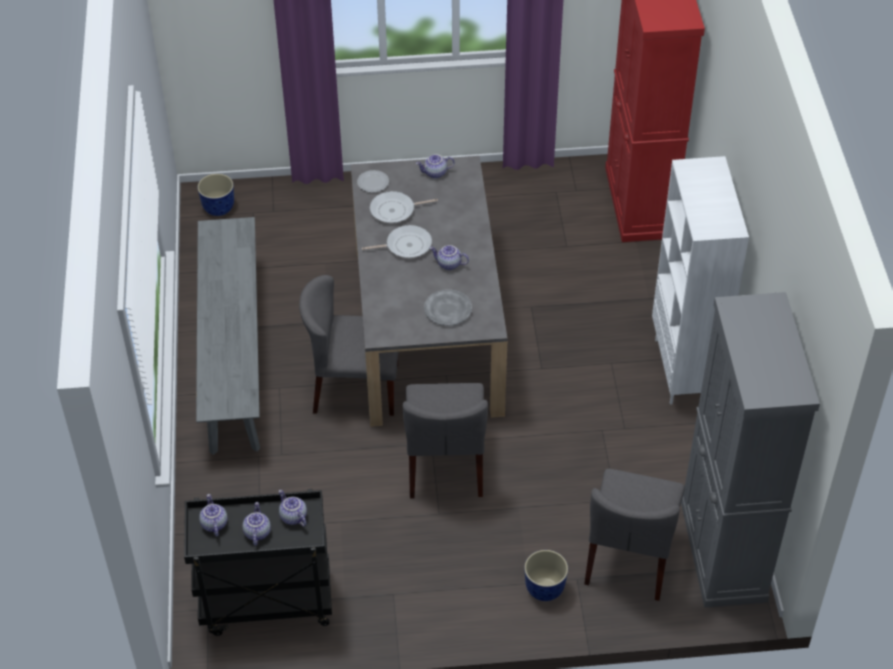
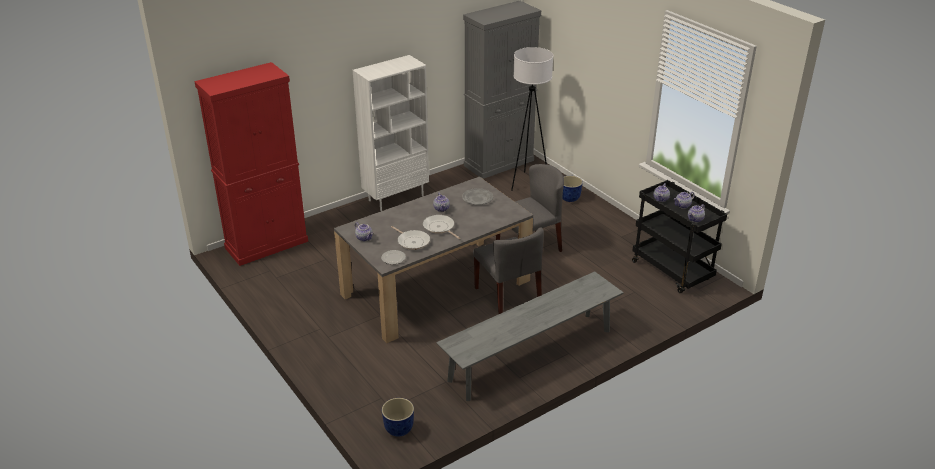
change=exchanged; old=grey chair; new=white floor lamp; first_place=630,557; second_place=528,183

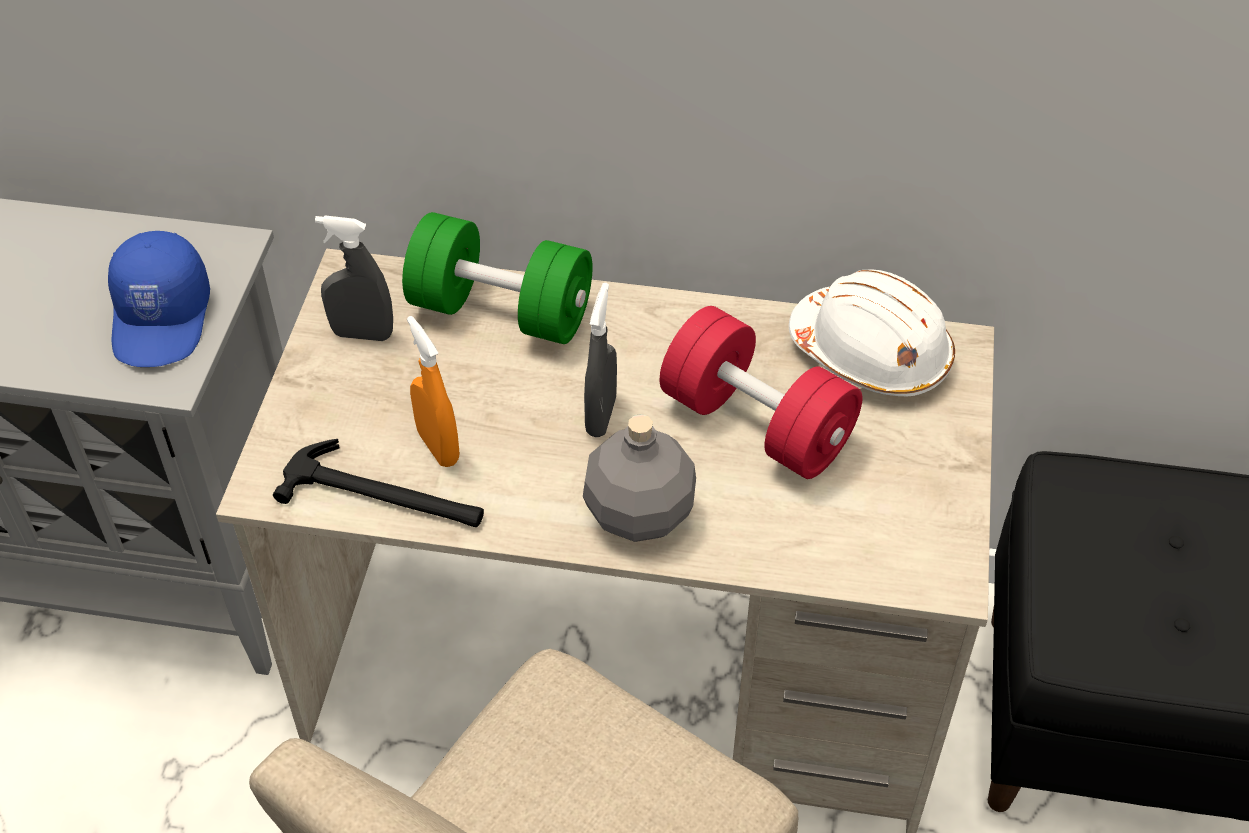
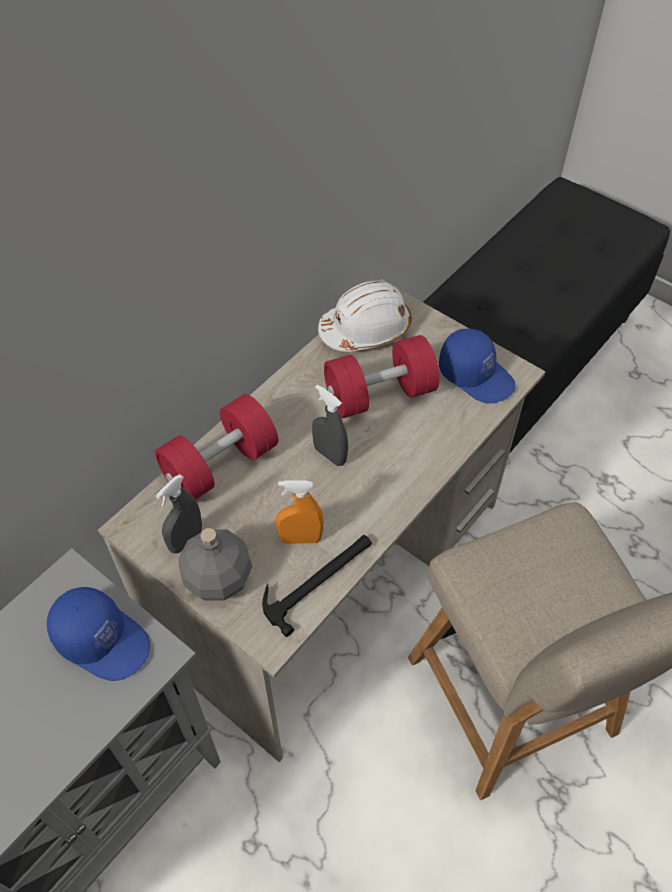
change=colour; old=green dumbbell; new=red dumbbell; first_place=501,311; second_place=220,465
change=relocated; old=grey bottle; first_place=638,514; second_place=218,579
change=appeared; new=blue cap; second_place=476,375

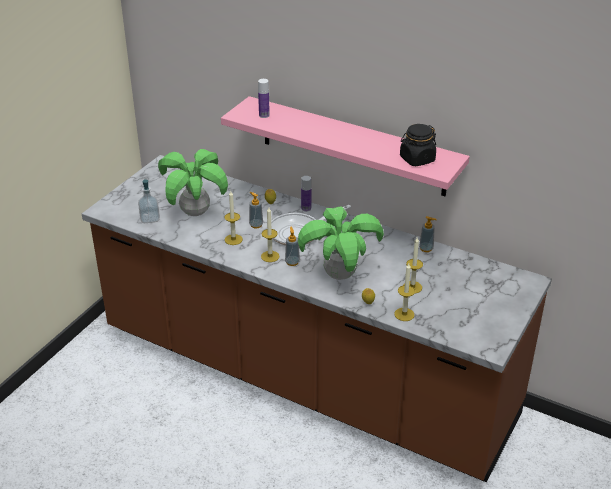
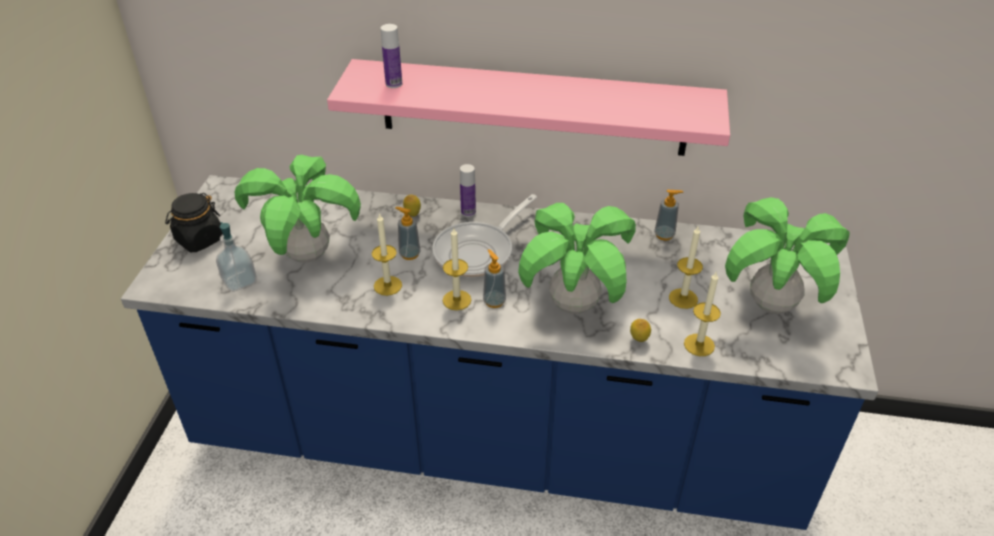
change=relocated; old=black jar; first_place=417,159; second_place=199,239
change=colour; old=brown counter; new=blue counter; first_place=305,375; second_place=497,438
change=appeared; new=potted plant; second_place=772,305

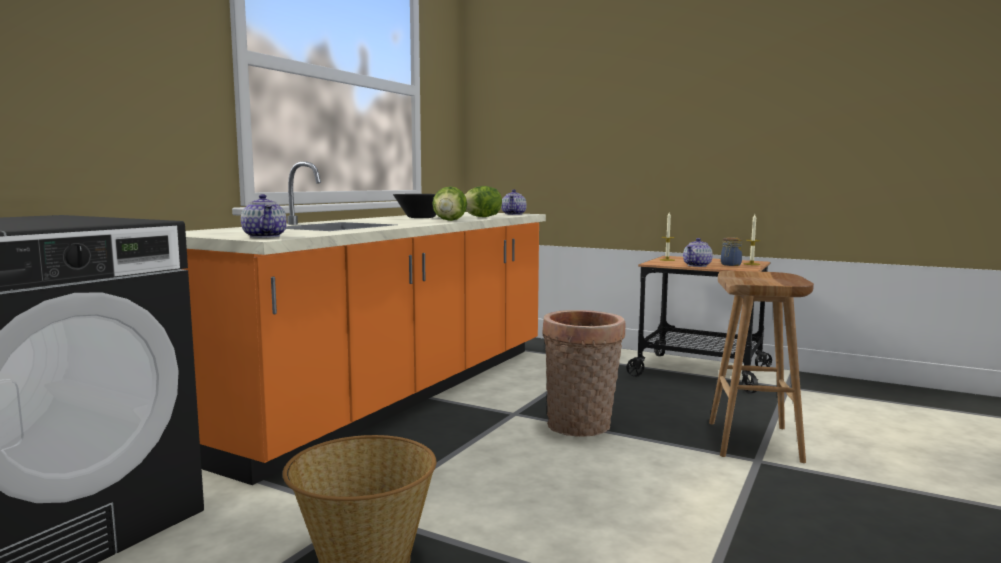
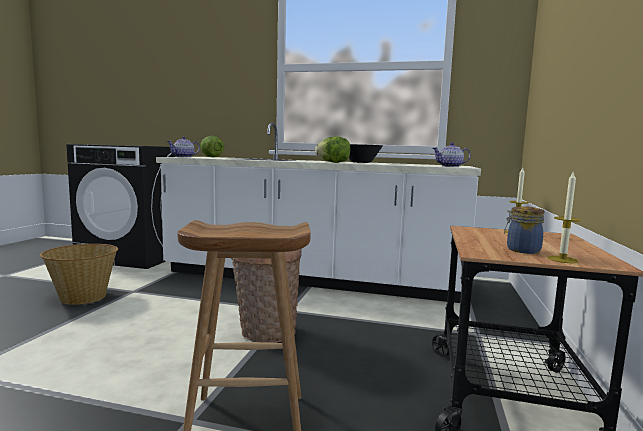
change=colour; old=orange counter; new=white counter; first_place=396,393; second_place=312,278
change=relocated; old=lettuce; first_place=481,217; second_place=211,157
change=missing; old=teapot; first_place=697,265

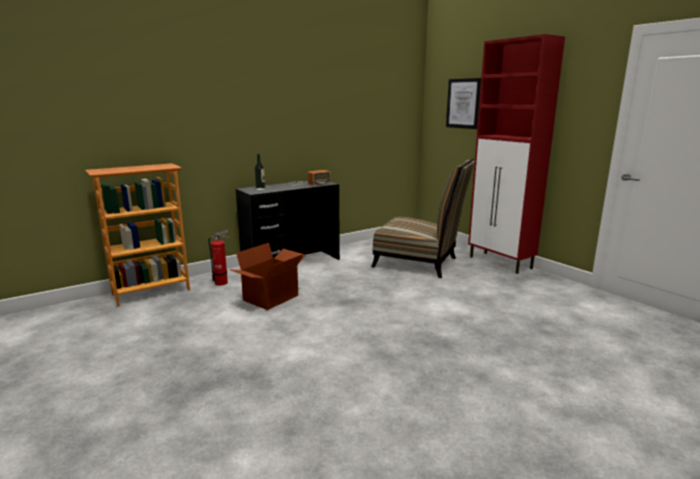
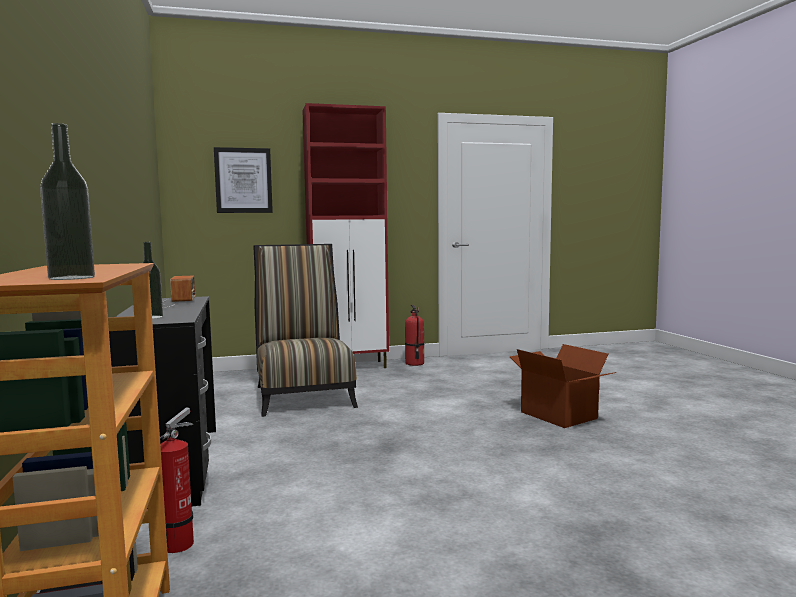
change=spun; old=chair; first_place=420,263; second_place=304,394; degrees=-60
change=relocated; old=cardboard box; first_place=271,298; second_place=559,415
change=appeared; new=bottle; second_place=71,278
change=appeared; new=fire extinguisher; second_place=414,363

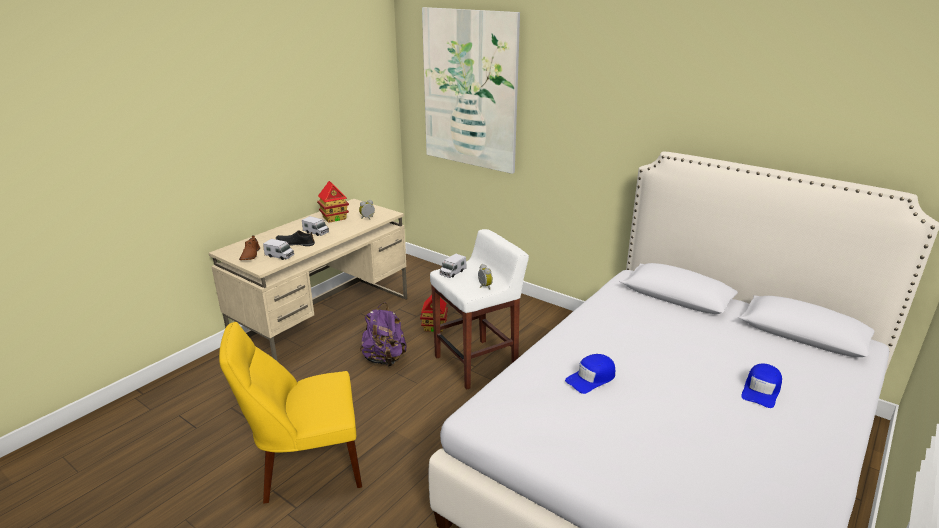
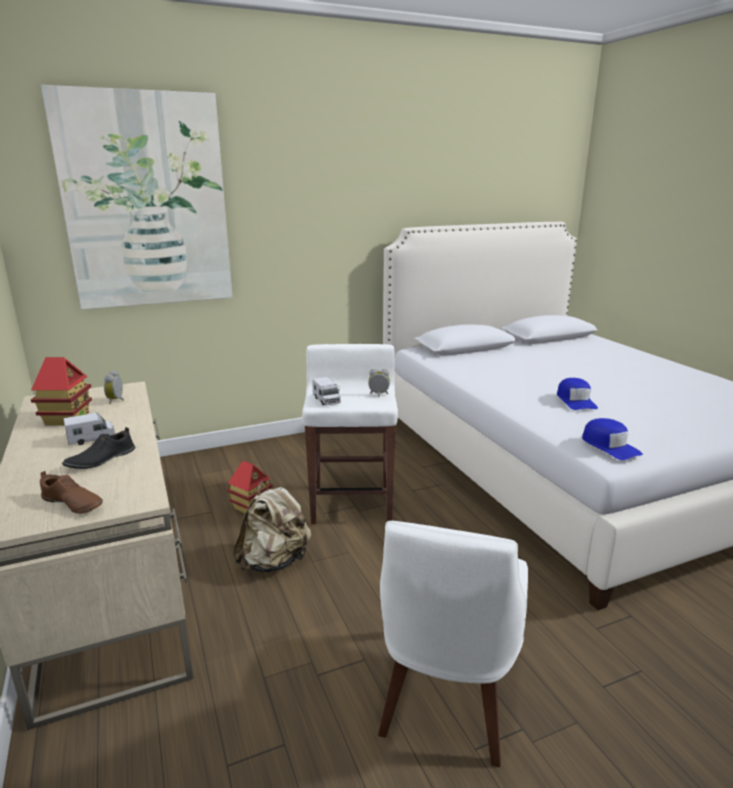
change=missing; old=toy truck; first_place=279,256
change=colour; old=purple backpack; new=beige backpack; first_place=384,359; second_place=274,562
change=colour; old=yellow chair; new=white chair; first_place=306,467; second_place=446,697
change=relocated; old=blue cap; first_place=761,390; second_place=609,446

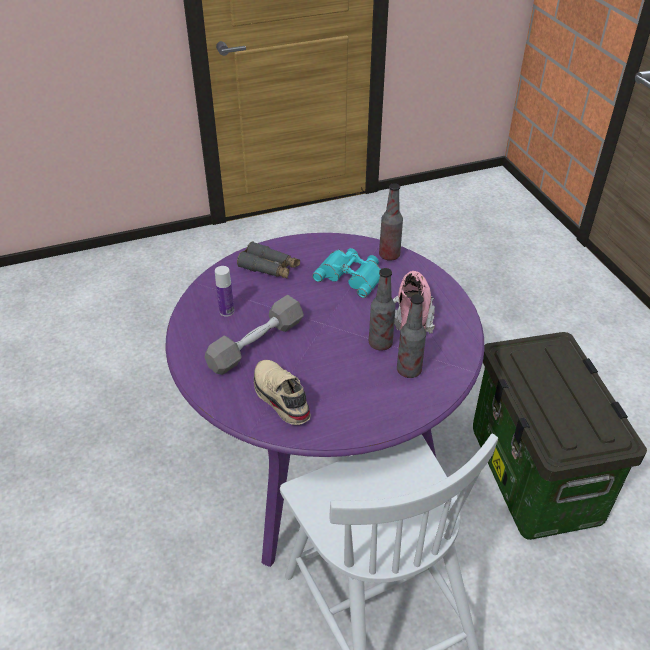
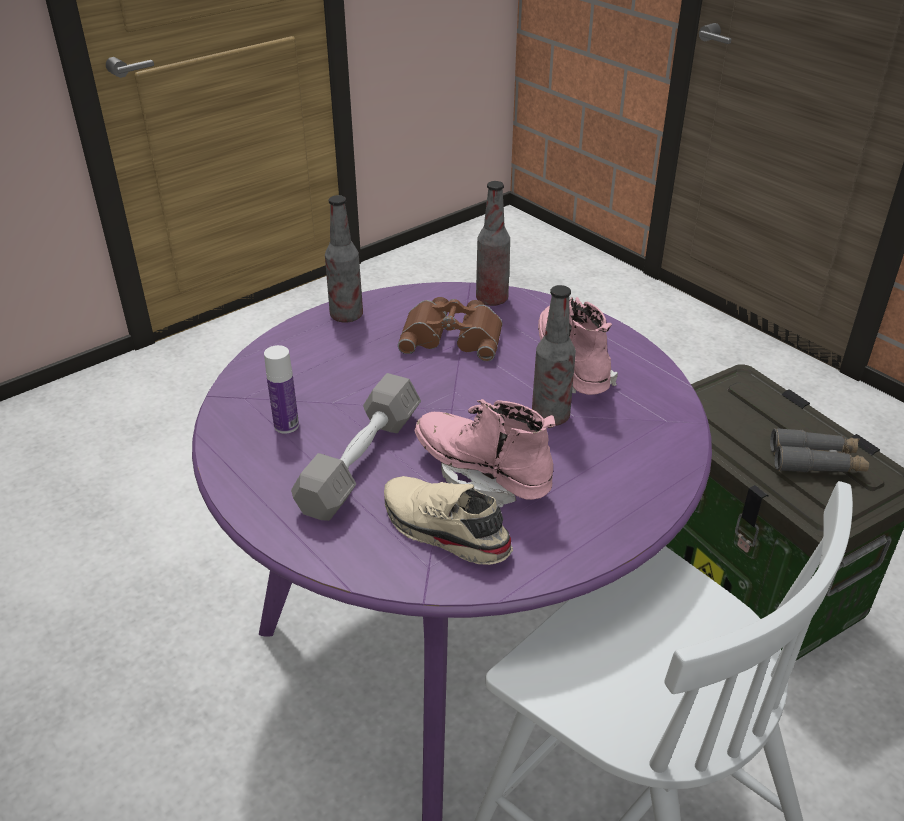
change=relocated; old=grey binoculars; first_place=269,267; second_place=816,461
change=colour; old=turquoise binoculars; new=brown binoculars; first_place=351,275; second_place=453,336
change=relocated; old=bottle; first_place=409,370; second_place=346,316
change=appeared; new=pink boot; second_place=482,475

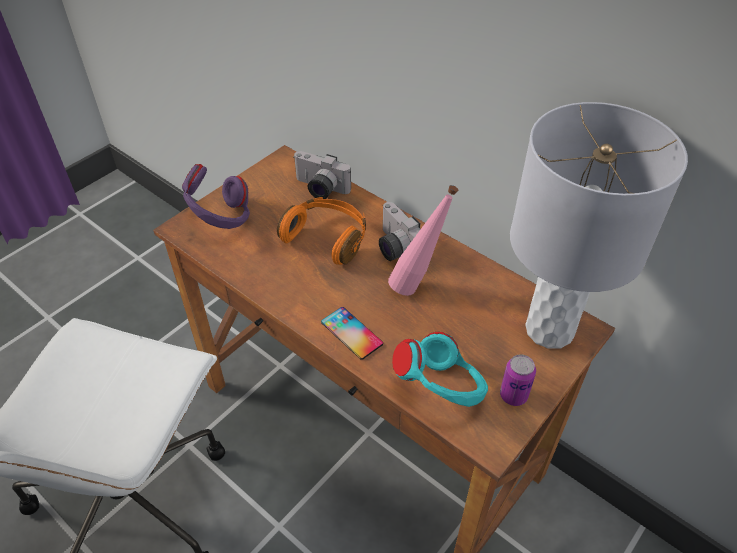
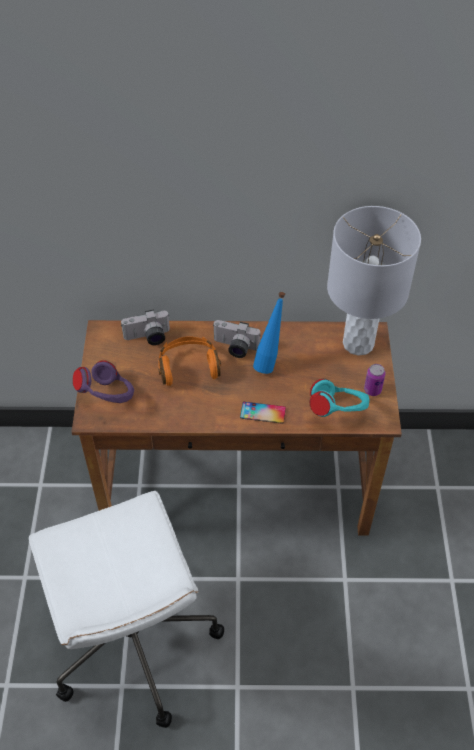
change=colour; old=pink bottle; new=blue bottle; first_place=418,284; second_place=269,361

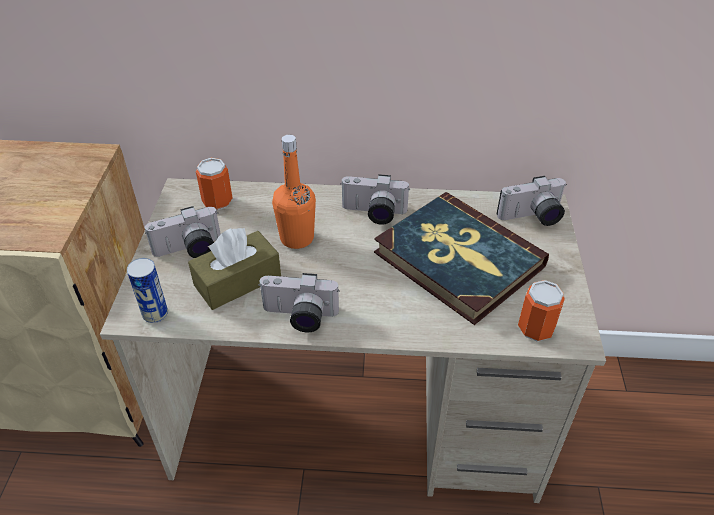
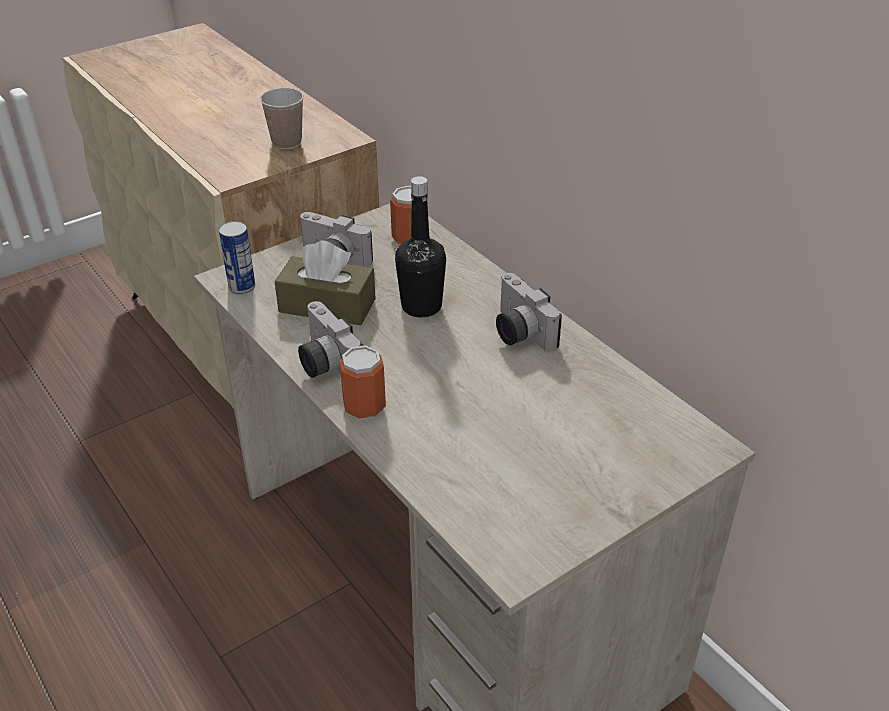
change=colour; old=orange bottle; new=black bottle; first_place=297,238; second_place=421,306
change=missing; old=photo camera; first_place=532,218
change=missing; old=book; first_place=458,260
change=relocated; old=can; first_place=535,329; second_place=364,407
change=appeared; new=cup; second_place=287,143

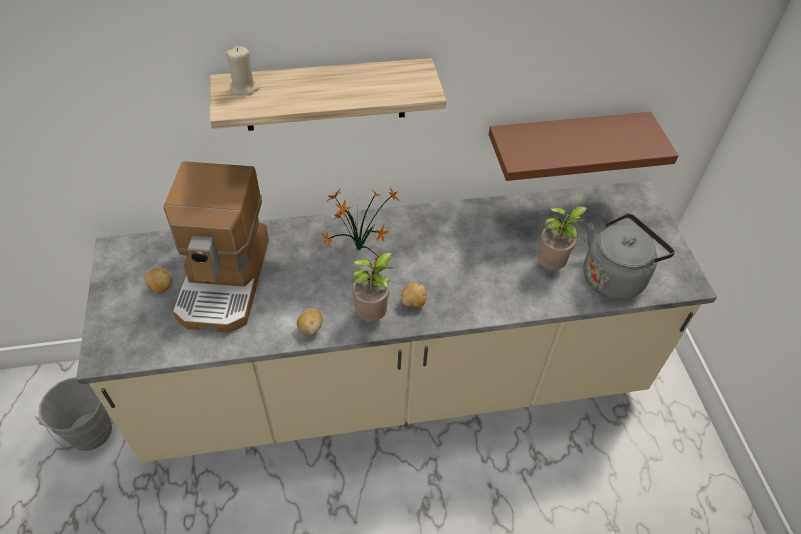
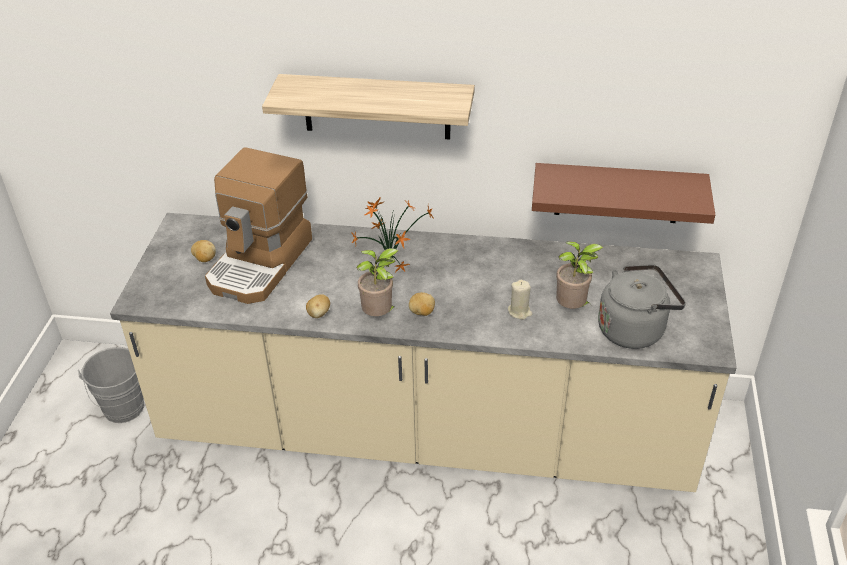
change=relocated; old=beige candle; first_place=244,88; second_place=519,312

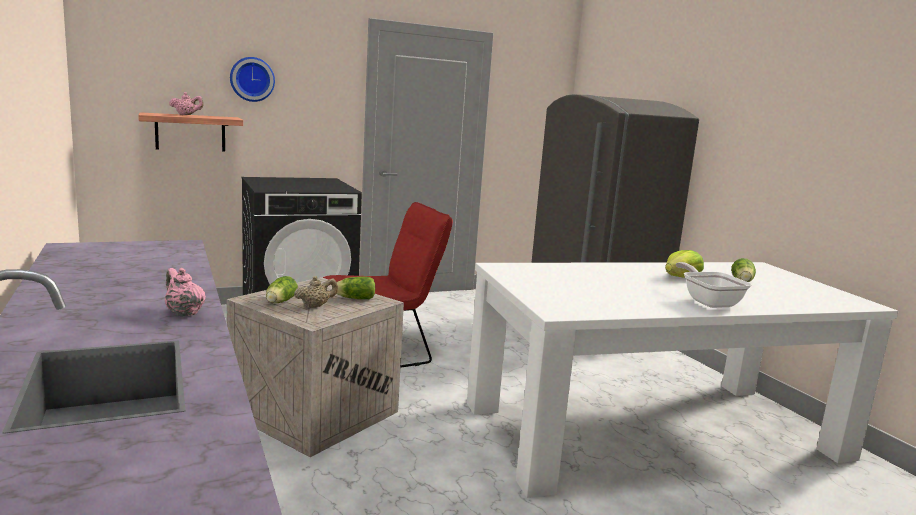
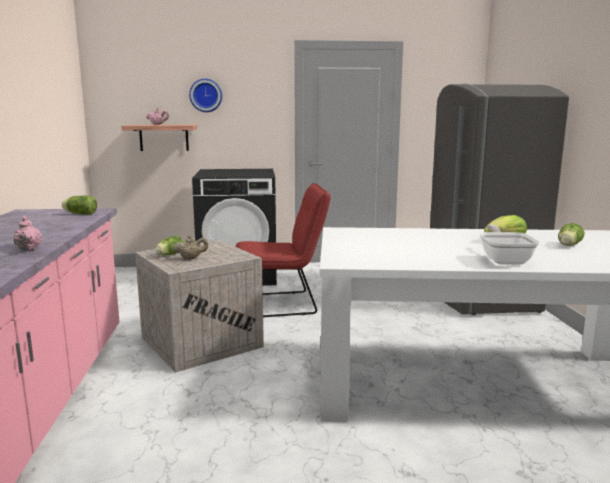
change=relocated; old=lettuce; first_place=354,298; second_place=79,214

